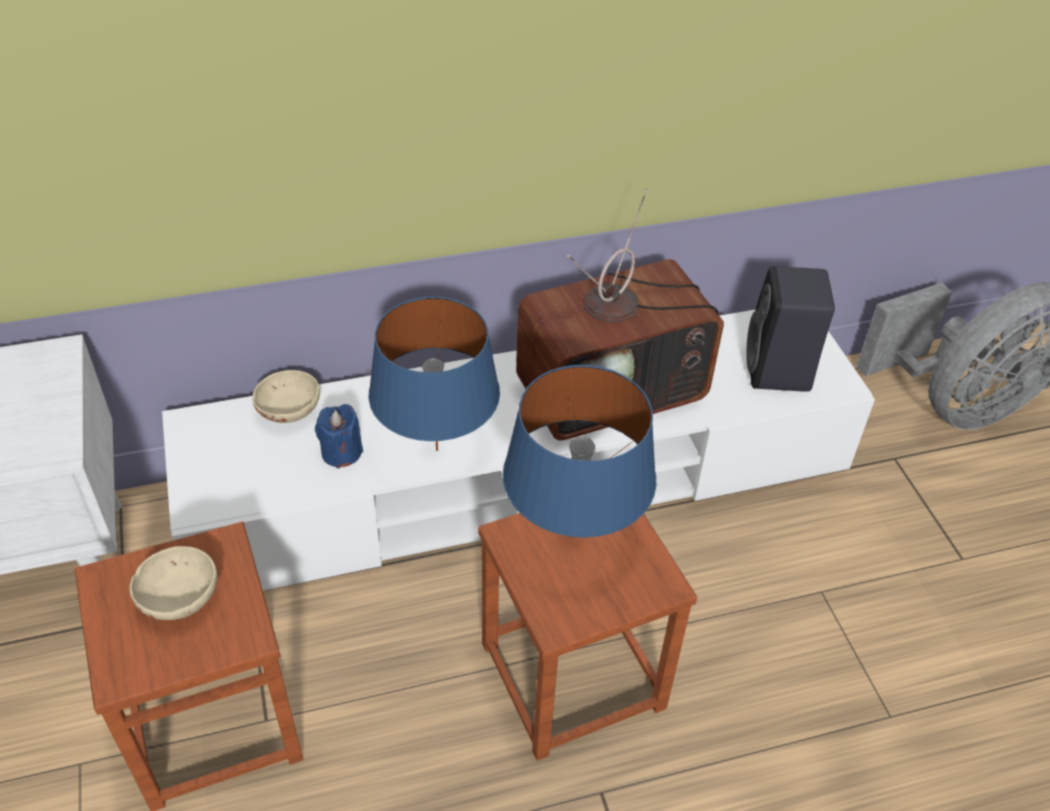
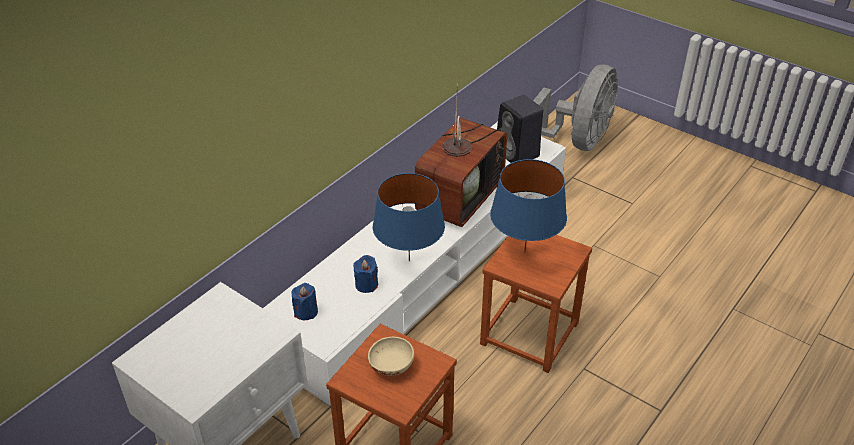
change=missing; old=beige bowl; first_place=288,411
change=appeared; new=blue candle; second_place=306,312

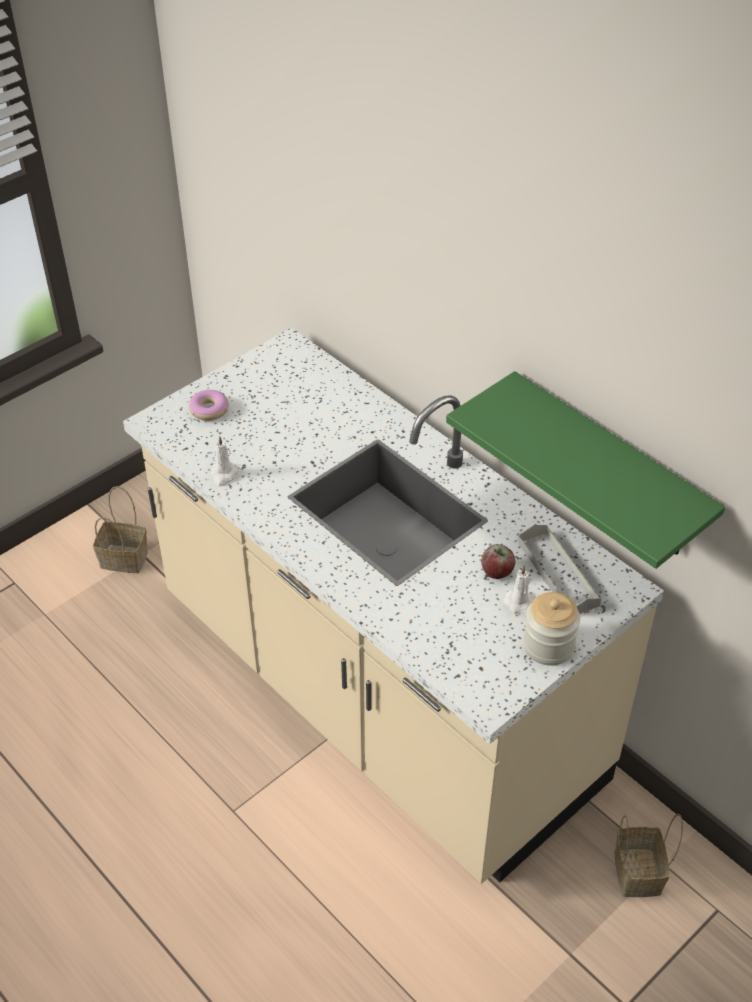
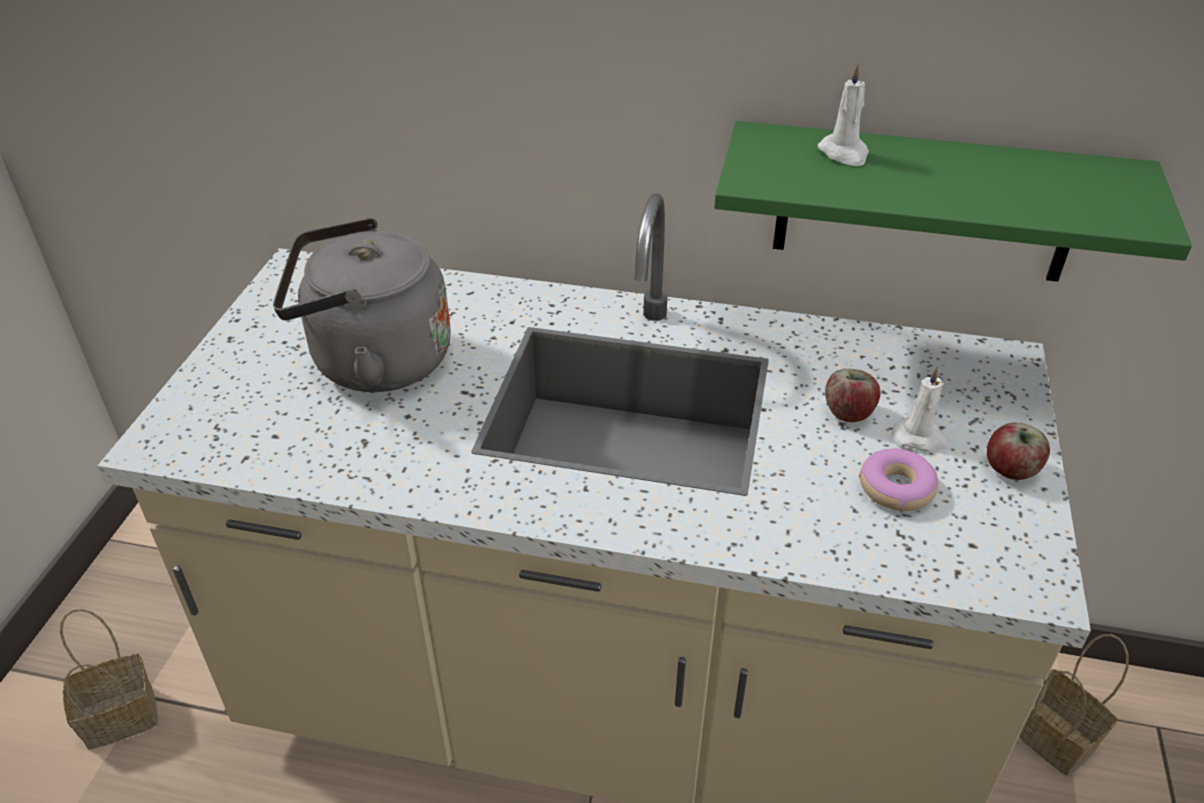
change=relocated; old=donut; first_place=209,410; second_place=896,488
change=relocated; old=white candle; first_place=224,475; second_place=844,153
change=missing; old=grey tray; first_place=557,573
change=exchanged; old=jar; new=apple; first_place=548,646; second_place=1011,470
change=appeared; new=grey kettle; second_place=372,362

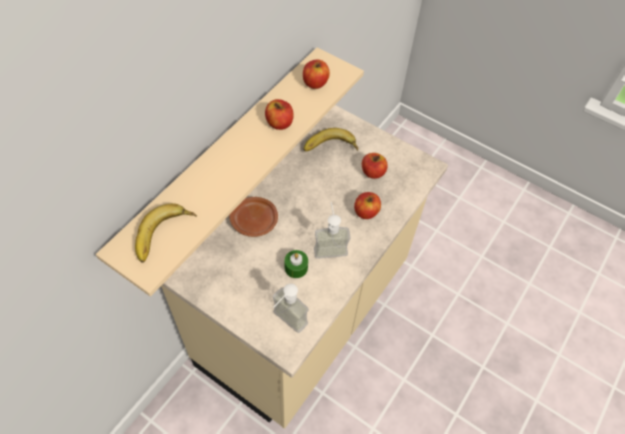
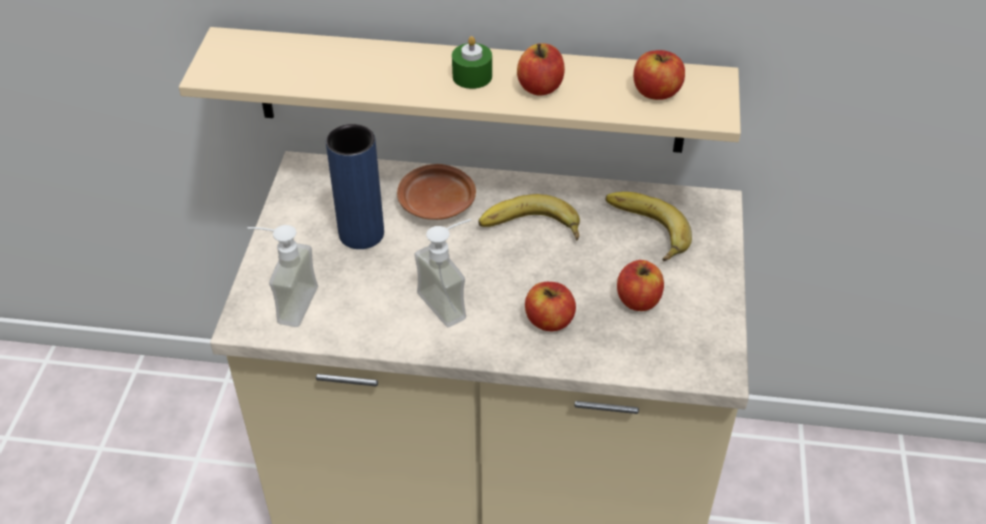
change=relocated; old=banana; first_place=165,236; second_place=530,229
change=relocated; old=green candle; first_place=296,267; second_place=472,76
change=appeared; new=blue vase; second_place=361,234

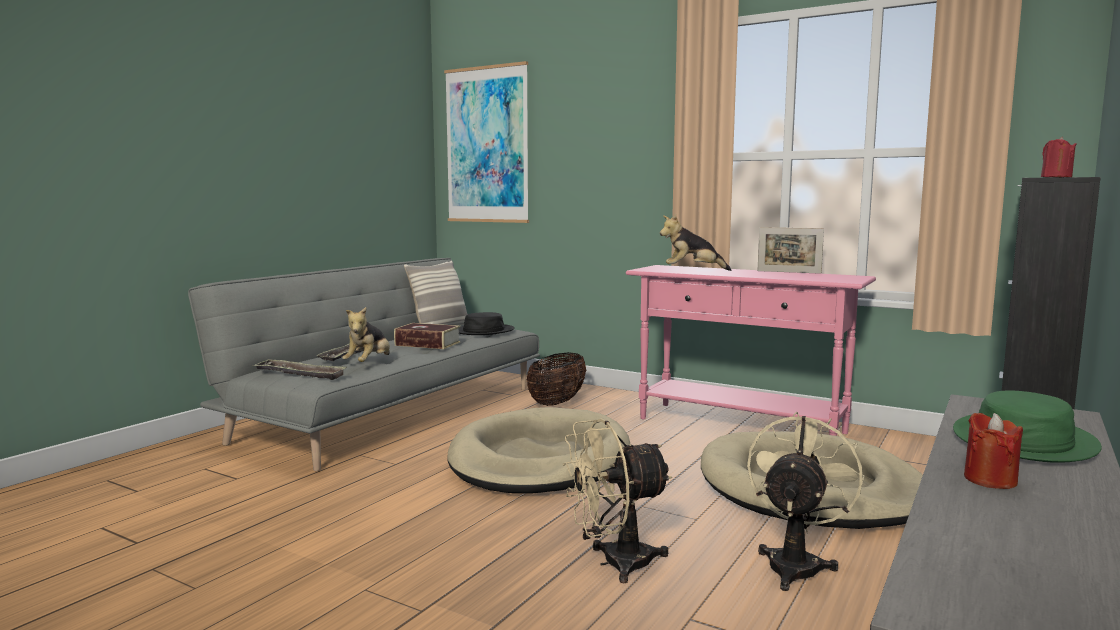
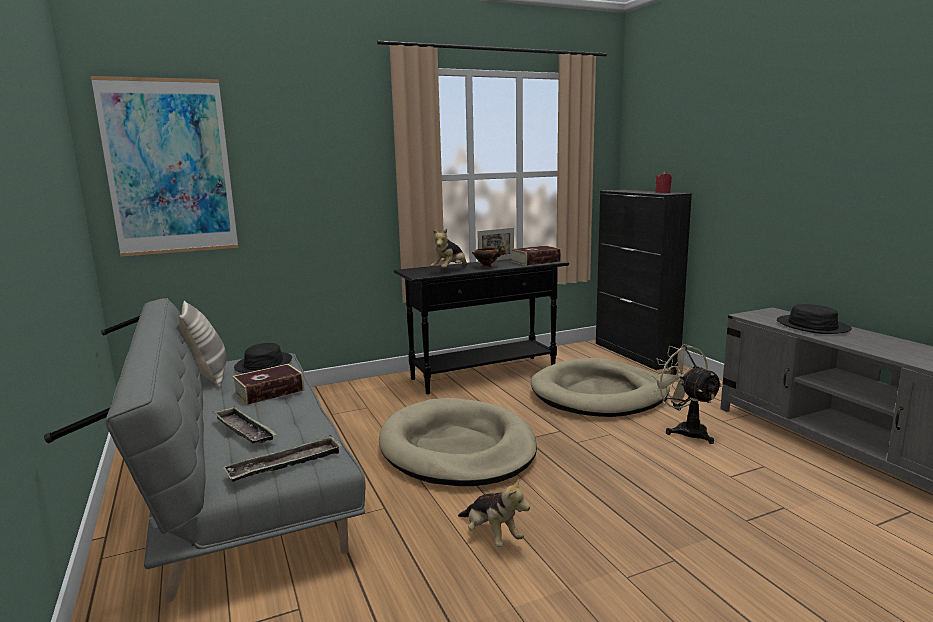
change=colour; old=pink console table; new=black console table; first_place=741,426; second_place=484,375
change=relocated; old=plush toy; first_place=369,363; second_place=491,536
change=missing; old=basket; first_place=557,403
change=colour; old=green hat; new=black hat; first_place=1022,440; second_place=812,326
change=missing; old=red candle; first_place=990,480
change=missing; old=beige fan; first_place=614,563
change=appeared; new=book; second_place=536,261
change=appeared; new=bowl; second_place=488,267

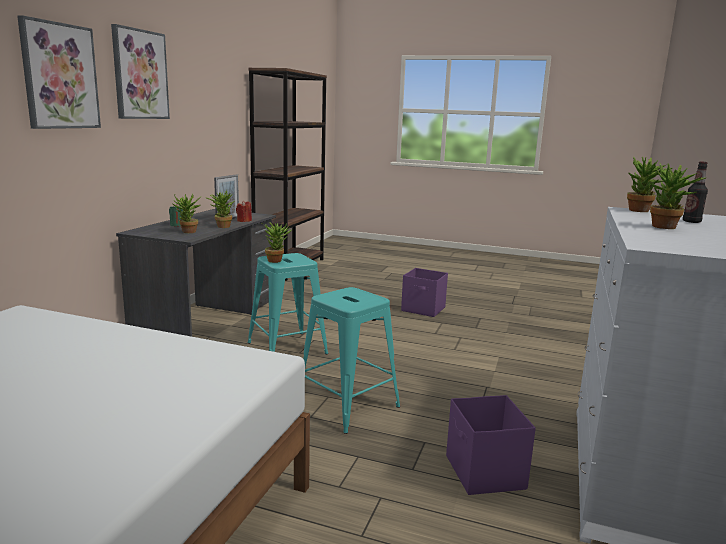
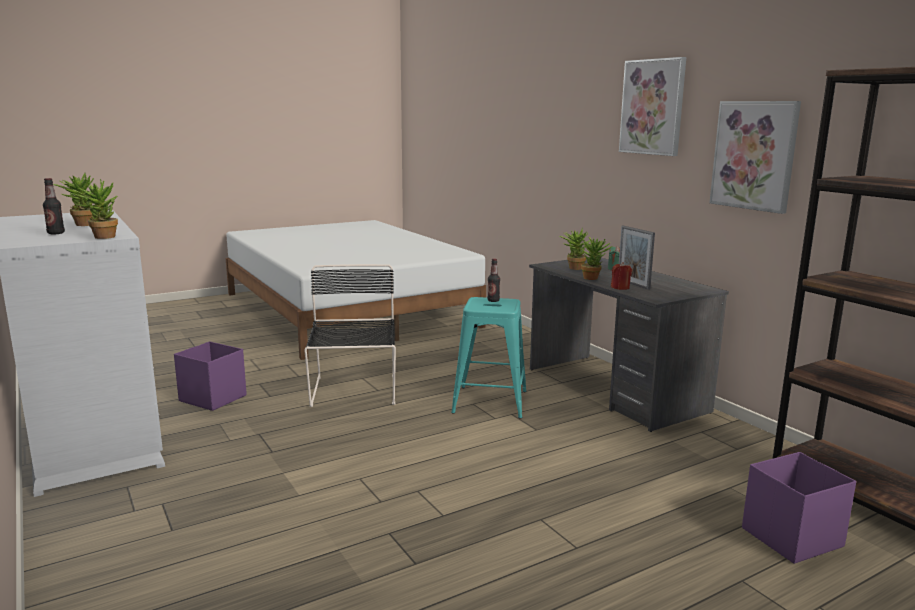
change=relocated; old=picture; first_place=60,76; second_place=754,155
change=exchanged; old=potted plant; new=bottle; first_place=277,260; second_place=493,300
change=relocated; old=purple storage box; first_place=423,309; second_place=790,537
change=exchanged; old=turquoise stool; new=black chair; first_place=348,405; second_place=354,391

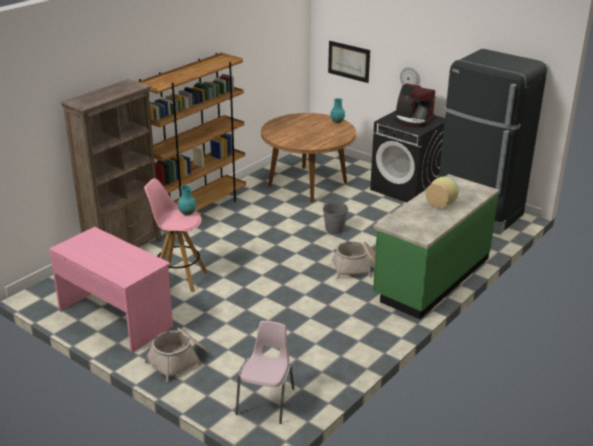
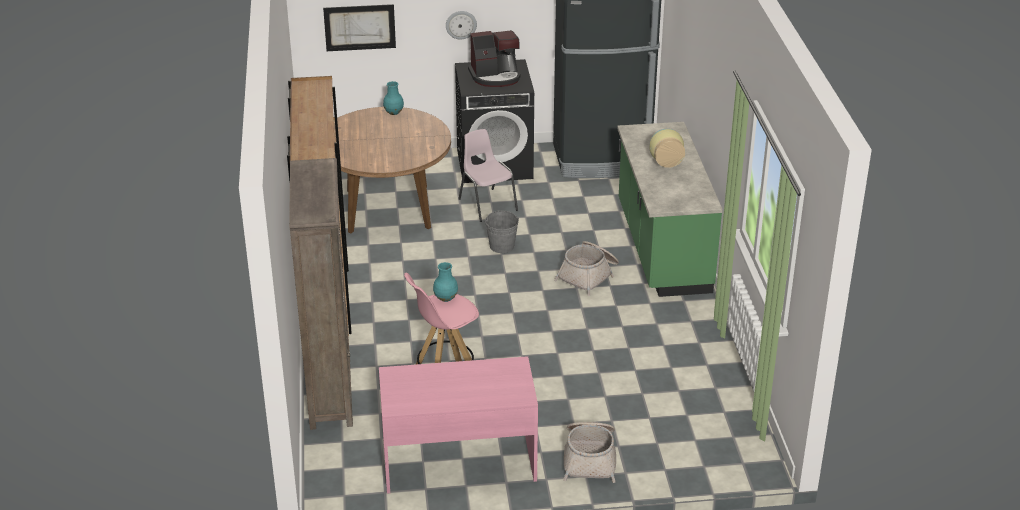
change=relocated; old=pink chair; first_place=267,401; second_place=487,204

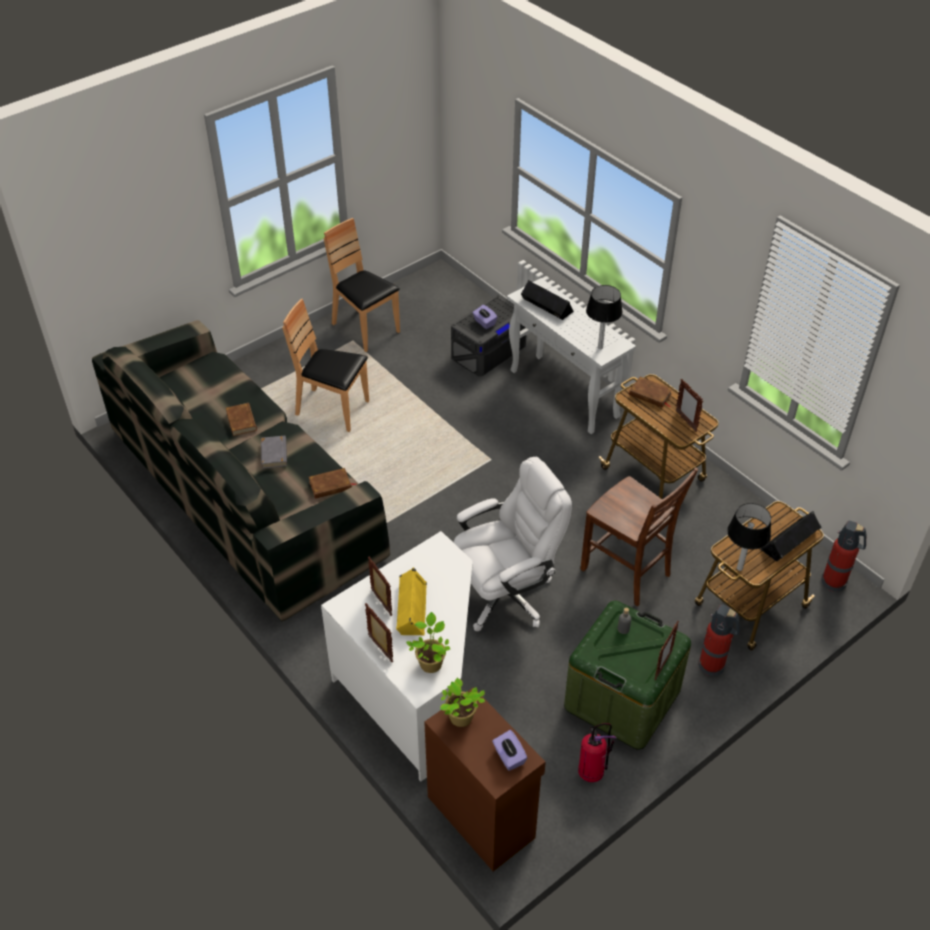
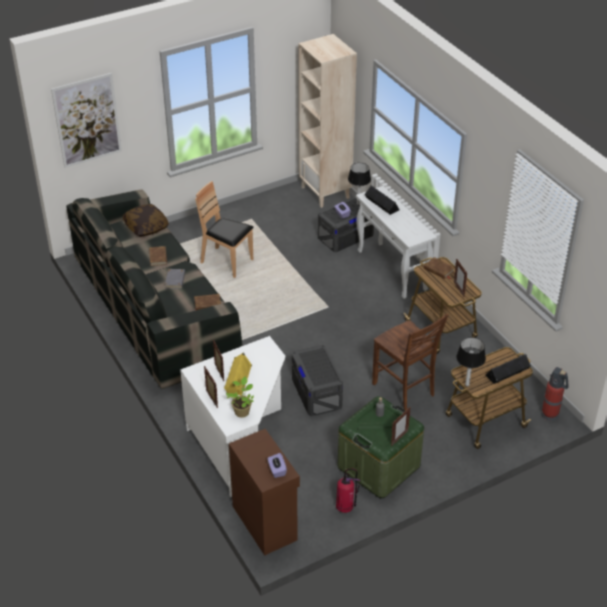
change=missing; old=brown chair; first_place=365,329
change=relocated; old=table lamp; first_place=600,347; second_place=358,203
change=exchanged; old=white office chair; new=grey storage box; first_place=506,593; second_place=316,392
change=missing; old=fire extinguisher; first_place=712,665
change=missing; old=potted plant; first_place=460,719
change=appeared; new=beige bookcase; second_place=325,192
change=appeared; new=picture; second_place=87,120
change=appeared; new=pillow; second_place=146,227

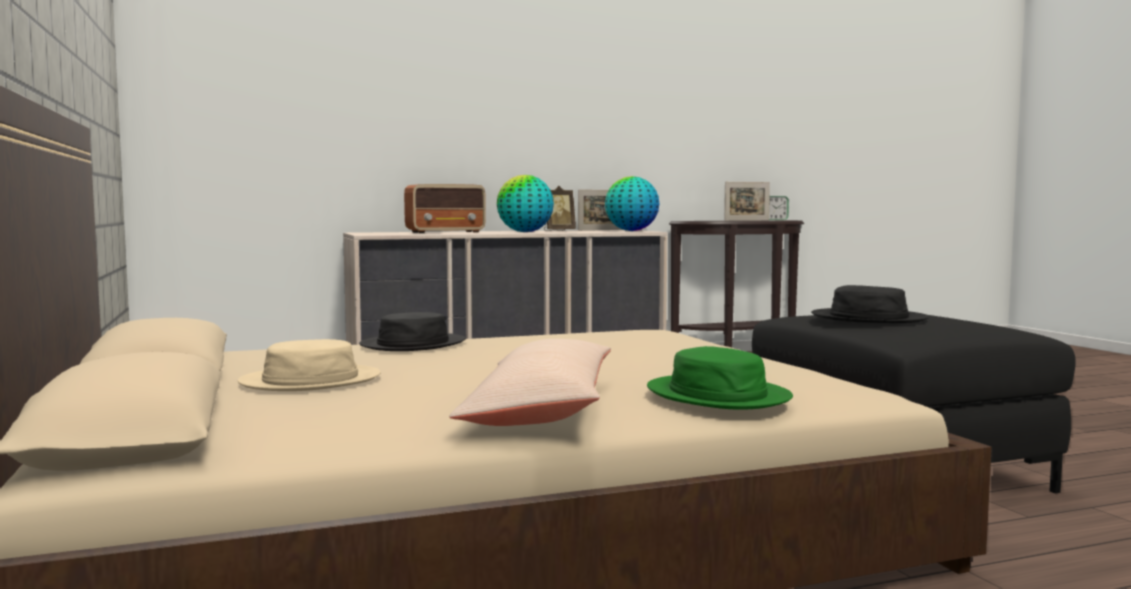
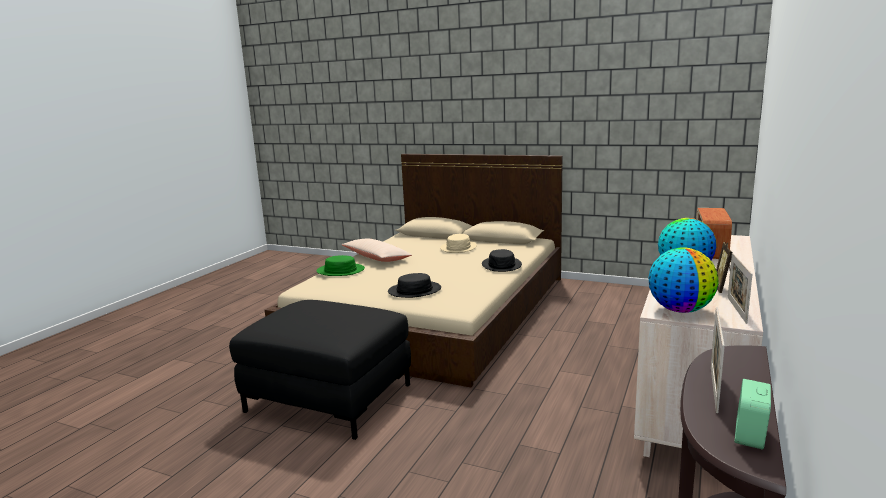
change=relocated; old=black hat; first_place=868,318; second_place=414,291

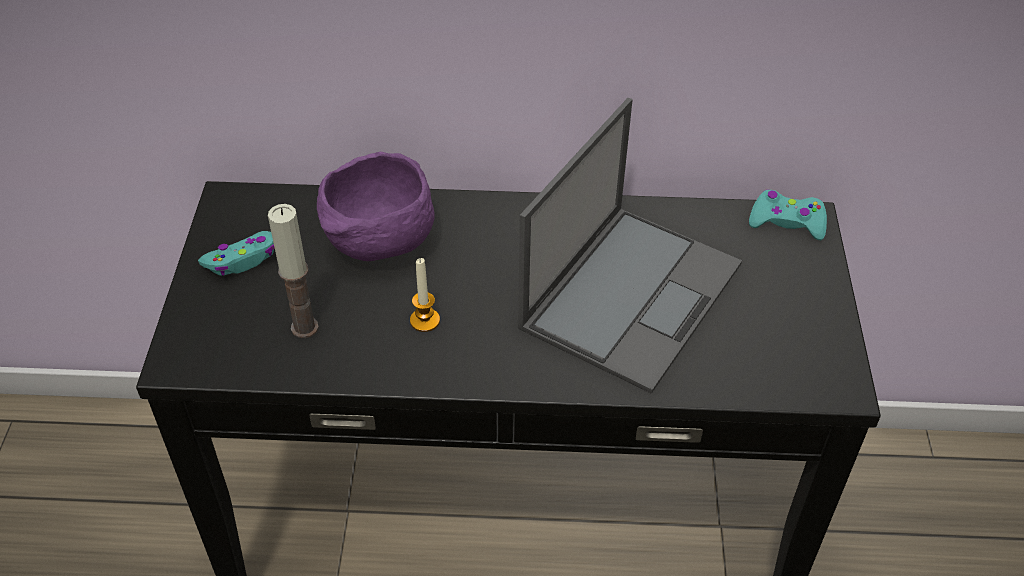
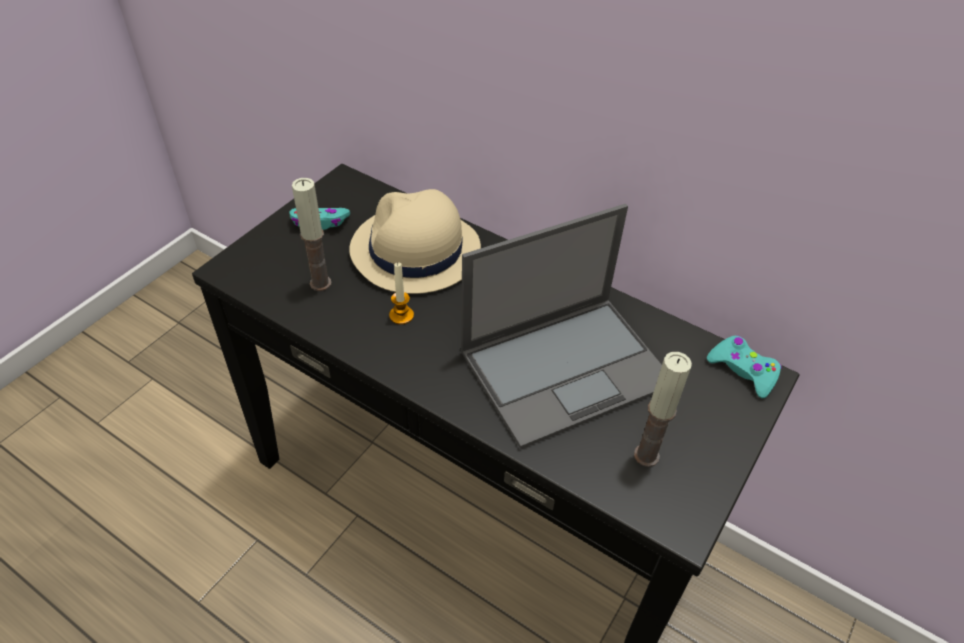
change=exchanged; old=purple bowl; new=beige hat; first_place=380,245; second_place=414,251
change=appeared; new=candle; second_place=646,455

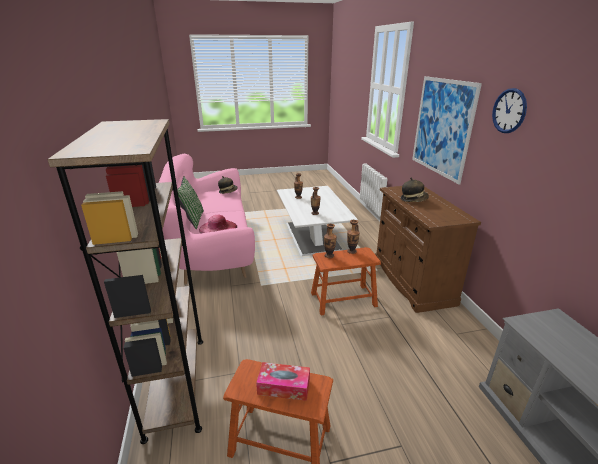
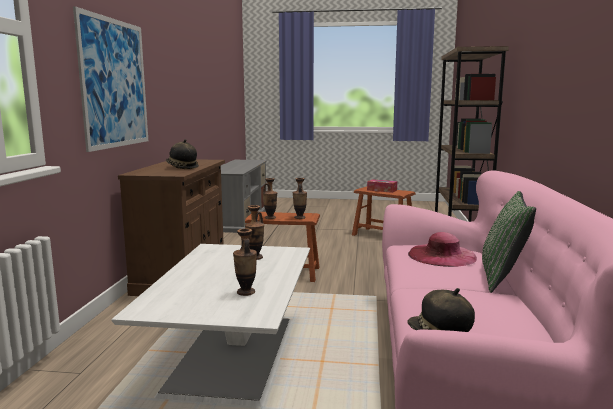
change=missing; old=wall clock; first_place=509,111

